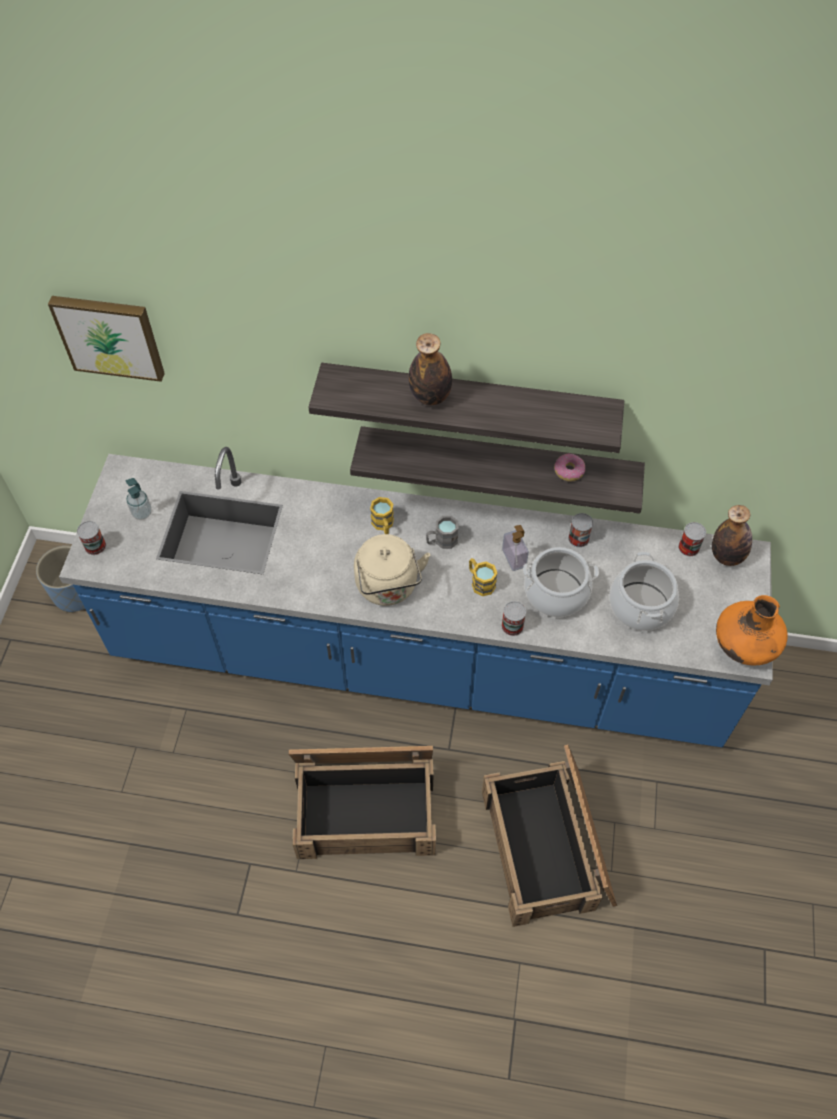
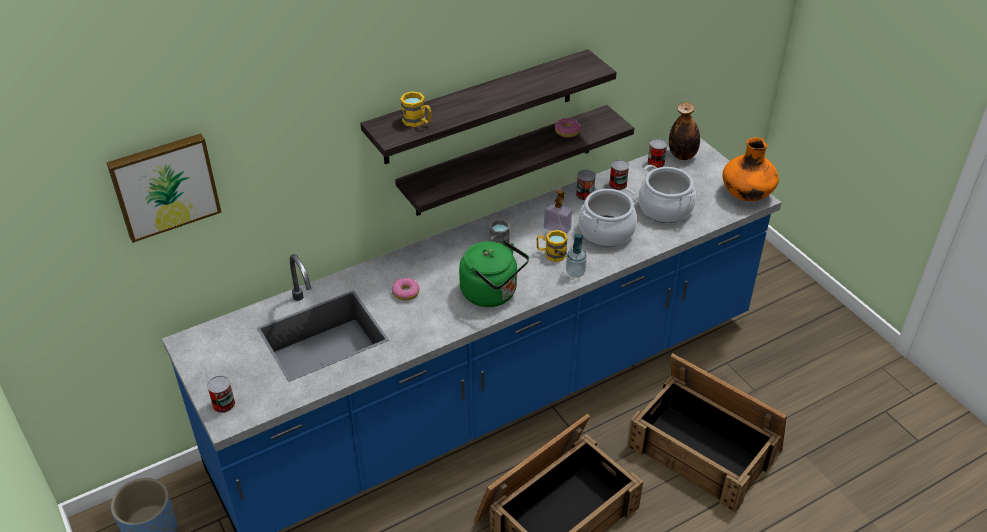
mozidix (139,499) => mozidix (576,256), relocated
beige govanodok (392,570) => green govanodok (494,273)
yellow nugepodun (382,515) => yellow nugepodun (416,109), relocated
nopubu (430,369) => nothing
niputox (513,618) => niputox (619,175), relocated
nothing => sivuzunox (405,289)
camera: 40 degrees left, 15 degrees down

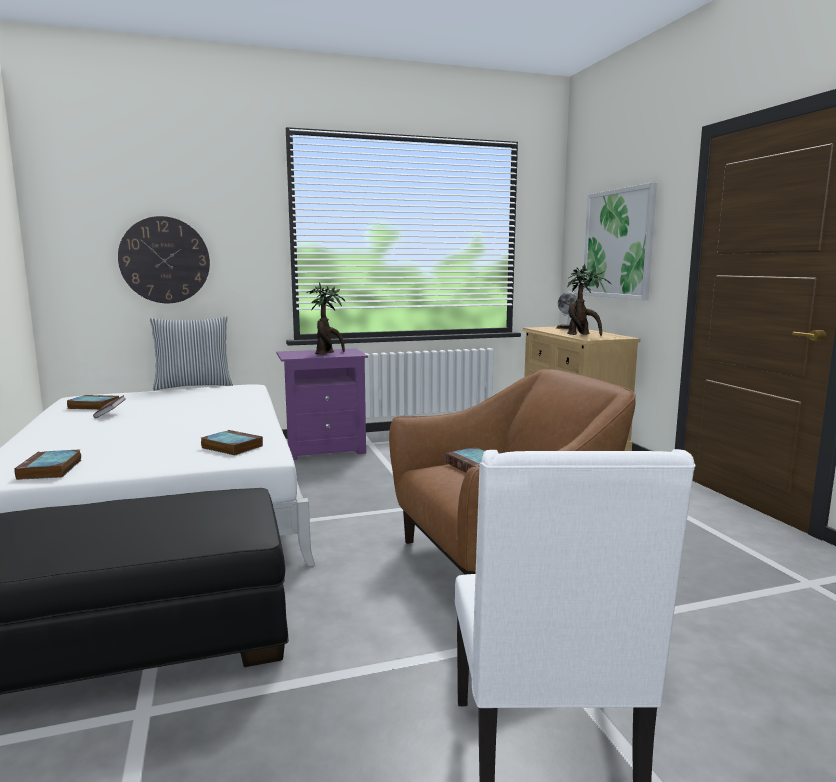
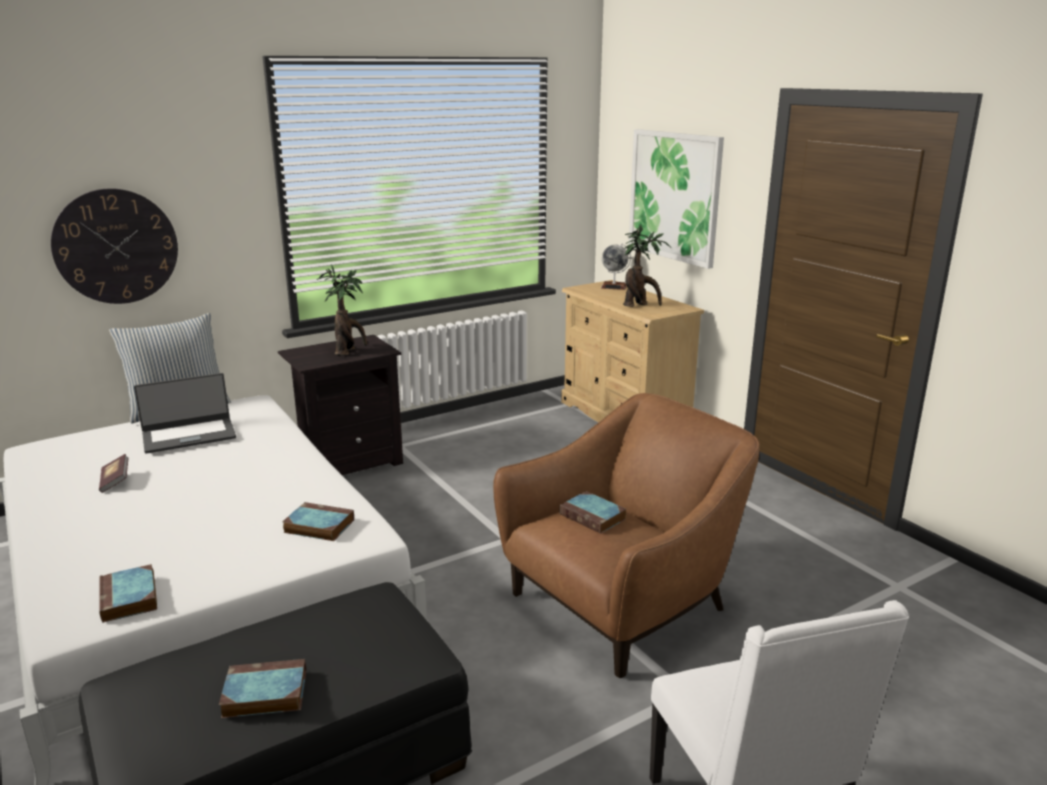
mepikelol (93,402) => mepikelol (262,688), relocated
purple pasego (322,404) => black pasego (340,405)
nothing => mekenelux (185,413)
camera: 15 degrees left, 10 degrees up

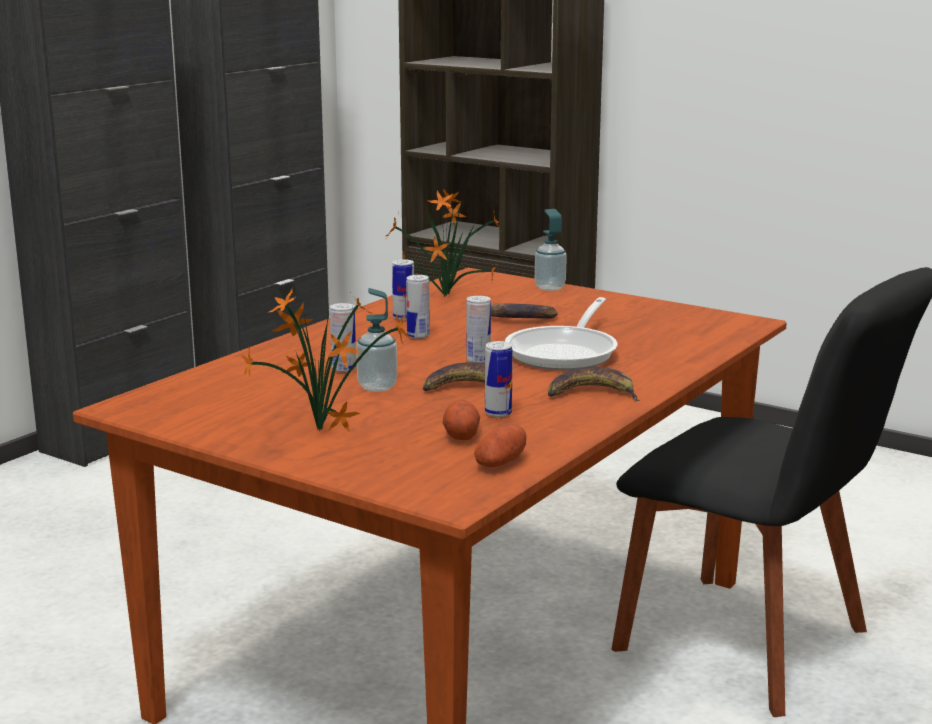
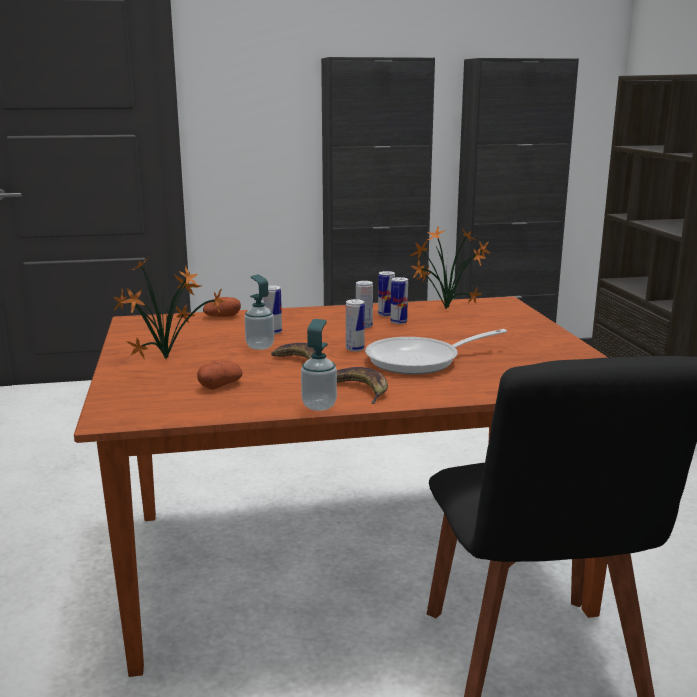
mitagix (500,445) => mitagix (222,307), relocated
niputox (499,379) => niputox (399,300), relocated
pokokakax (524,311) => nothing
mozidix (551,250) => mozidix (319,365), relocated
camera: 45 degrees right, 0 degrees up

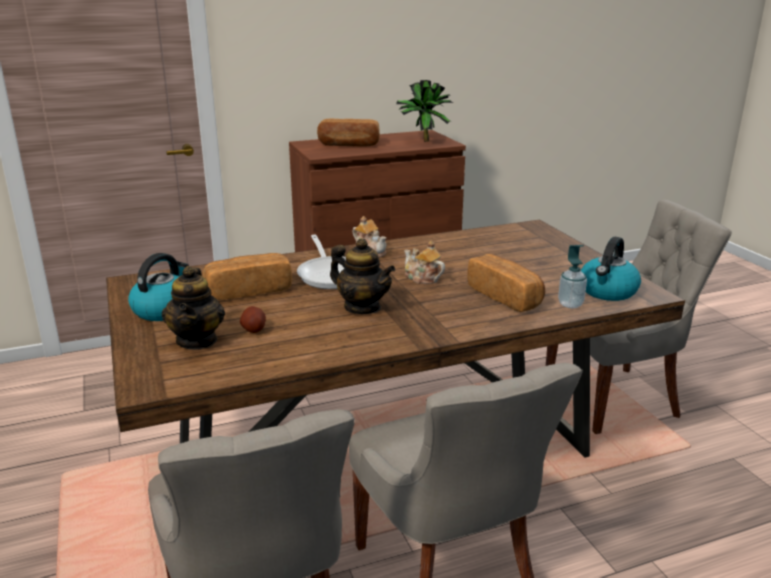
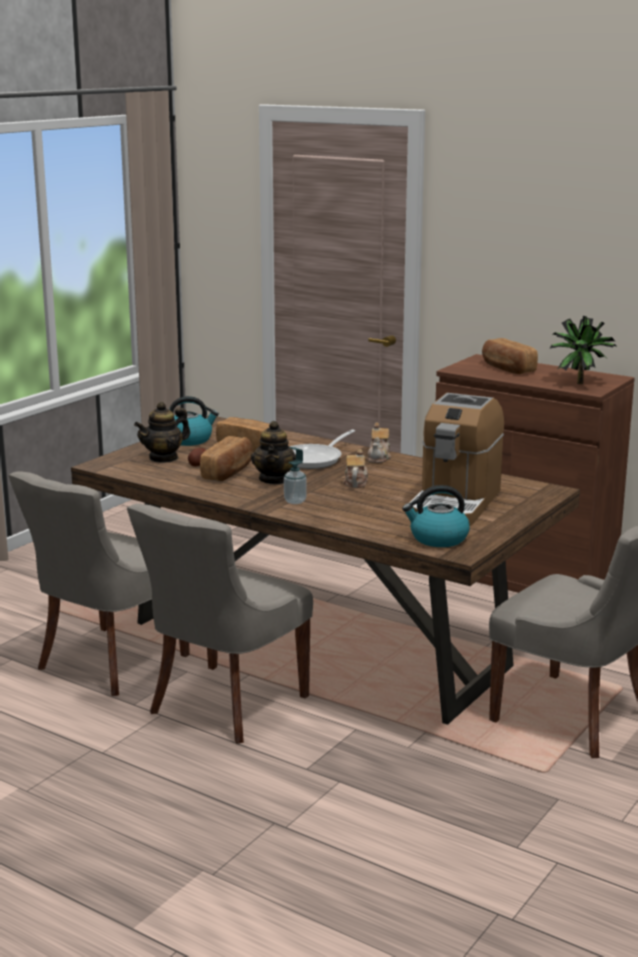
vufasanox (506,283) => vufasanox (226,458), relocated
mozidix (572,276) => mozidix (295,475), relocated
nothing => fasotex (456,459)
camera: 55 degrees right, 5 degrees down

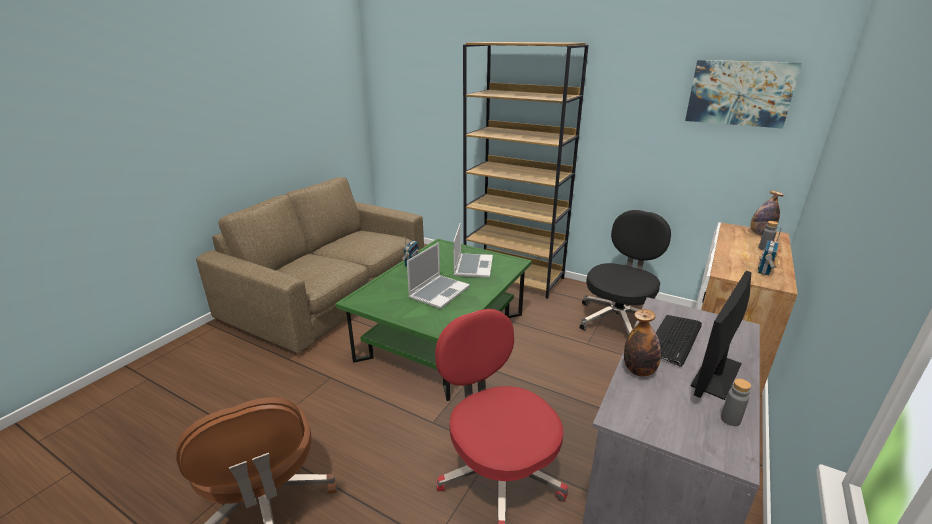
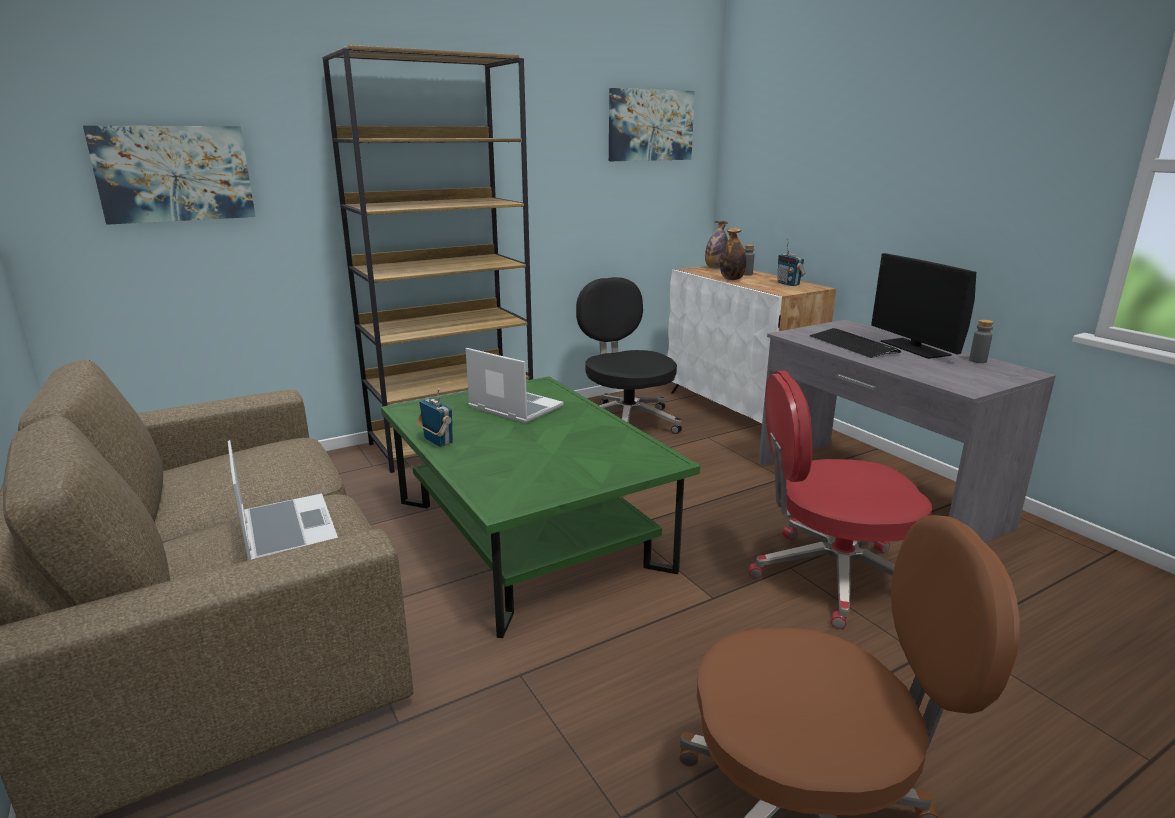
mekenelux (438,275) => mekenelux (283,500), relocated
nopubu (642,343) => nopubu (733,254), relocated
nothing => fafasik (169,175)
camera: 60 degrees left, 5 degrees down

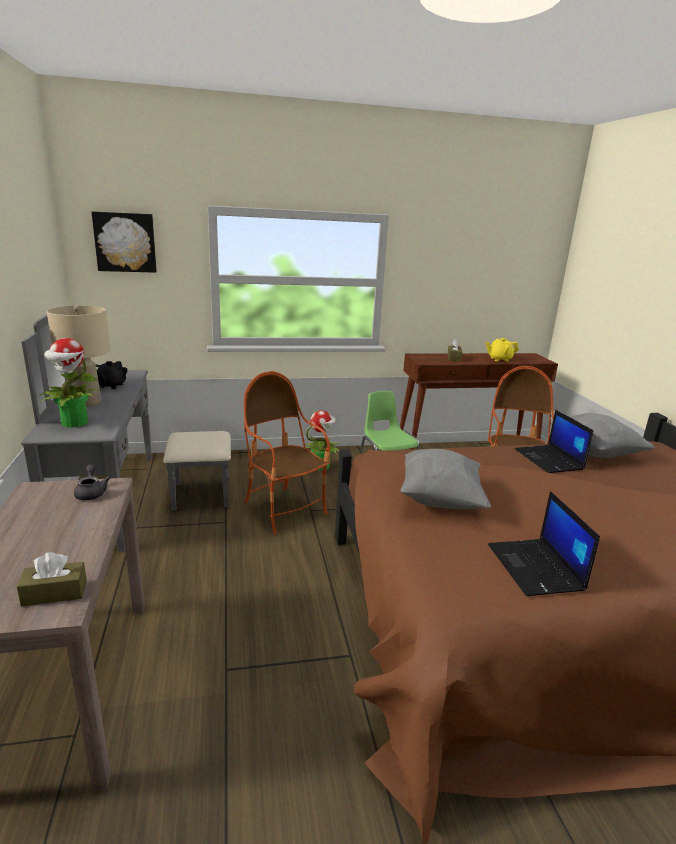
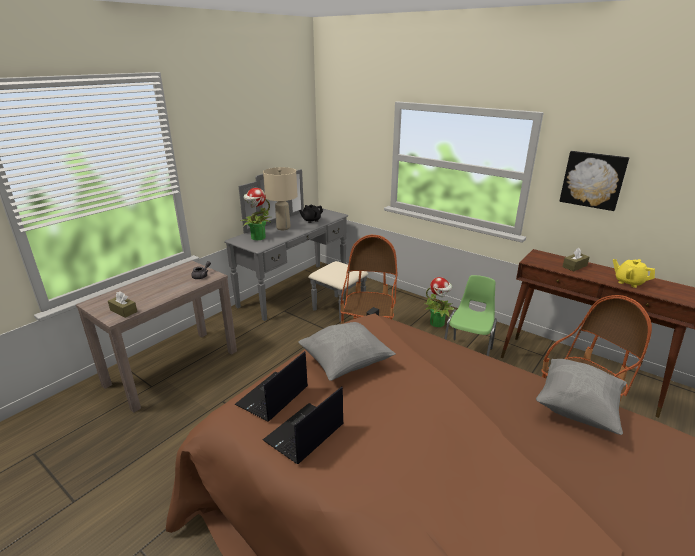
fafasik (124,242) => fafasik (594,181), relocated
mekenelux (554,441) => mekenelux (271,386), relocated
camera: 50 degrees right, 5 degrees up

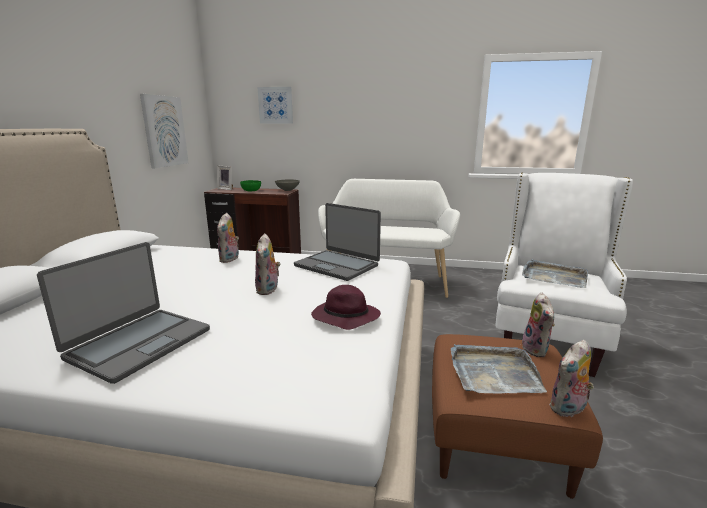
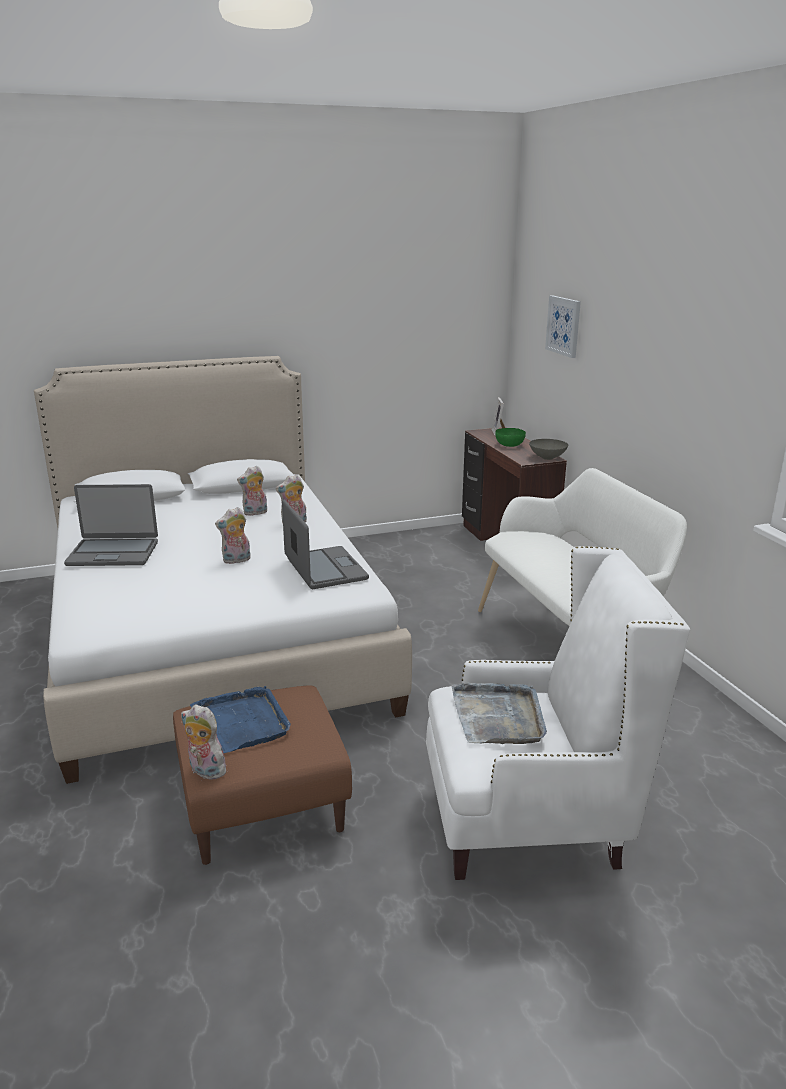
fafasik (164,131) => nothing
mekenelux (337,242) => mekenelux (325,544), 150 degrees clockwise
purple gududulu (346,307) => nothing
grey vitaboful (499,369) => blue vitaboful (240,719)
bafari (538,325) => bafari (252,490), relocated
camera: 60 degrees right, 5 degrees up

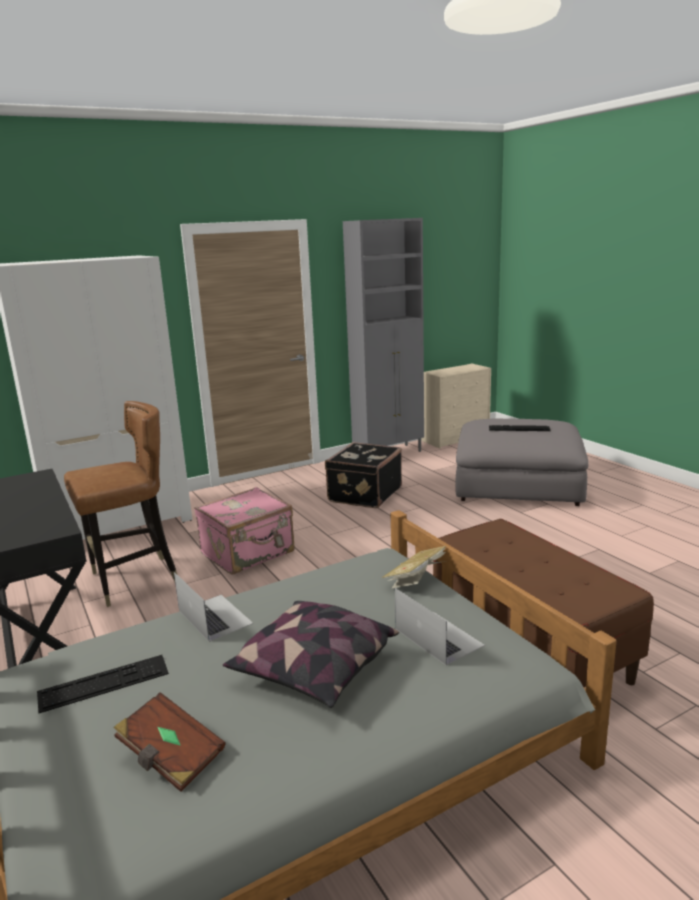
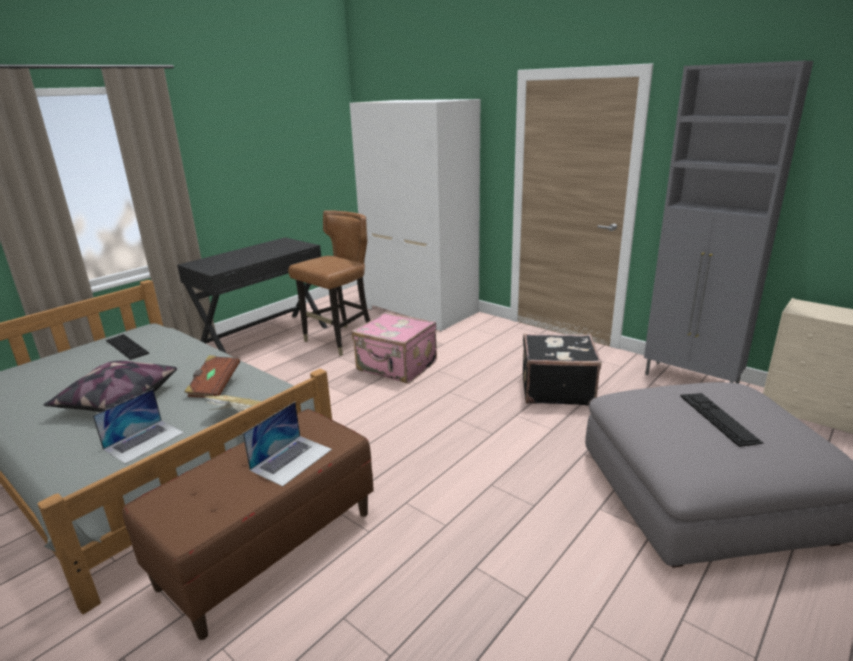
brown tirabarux (120,504) => brown tirabarux (329,283), 90 degrees counterclockwise
brown mepikelol (169,742) => brown mepikelol (212,376), relocated
mekenelux (213,607) => mekenelux (287,444), relocated
camera: 70 degrees right, 5 degrees up

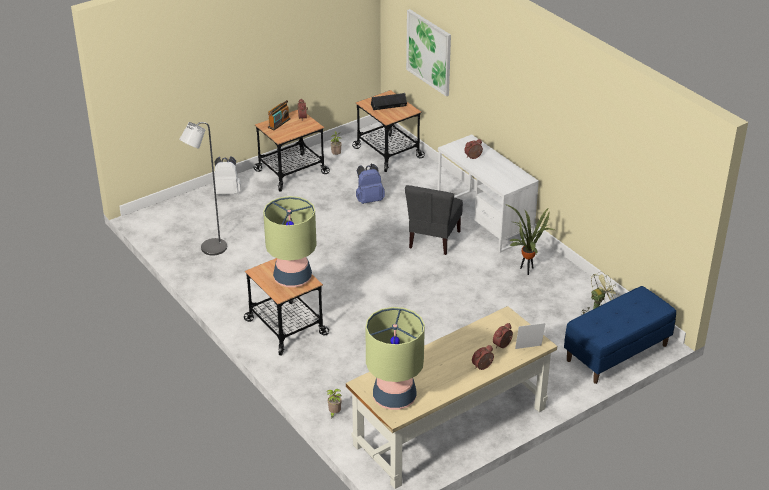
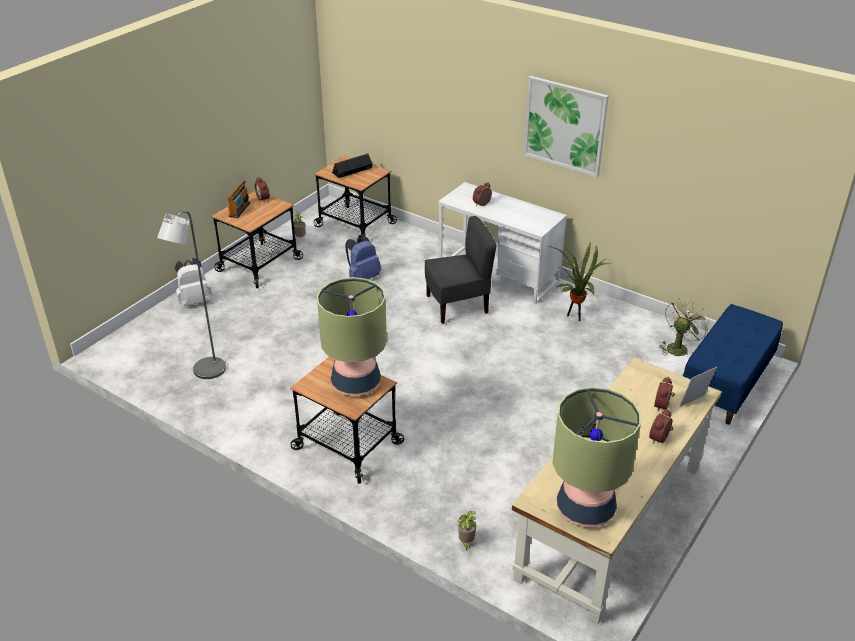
grey tirabarux (434,220) => grey tirabarux (461,270), 105 degrees counterclockwise
fafasik (428,52) => fafasik (566,126), relocated
camera: 20 degrees left, 0 degrees up

